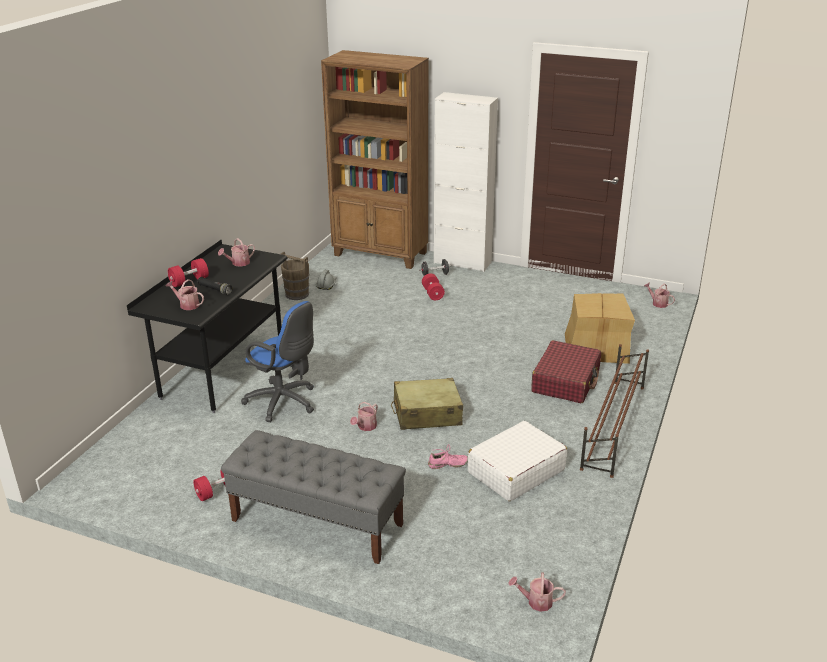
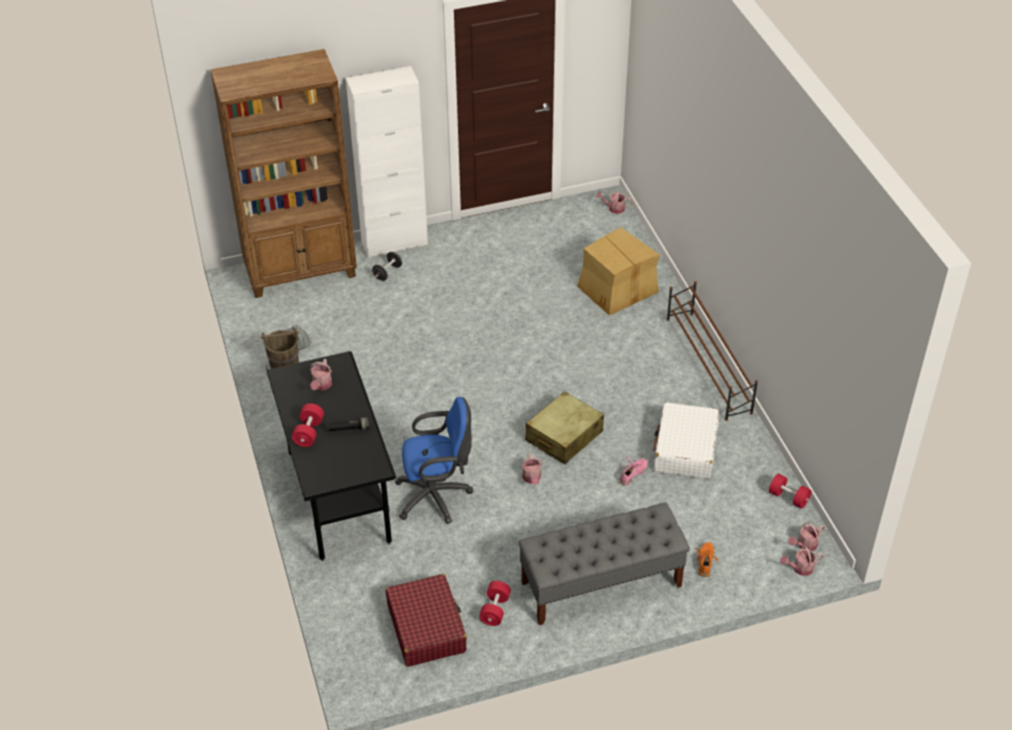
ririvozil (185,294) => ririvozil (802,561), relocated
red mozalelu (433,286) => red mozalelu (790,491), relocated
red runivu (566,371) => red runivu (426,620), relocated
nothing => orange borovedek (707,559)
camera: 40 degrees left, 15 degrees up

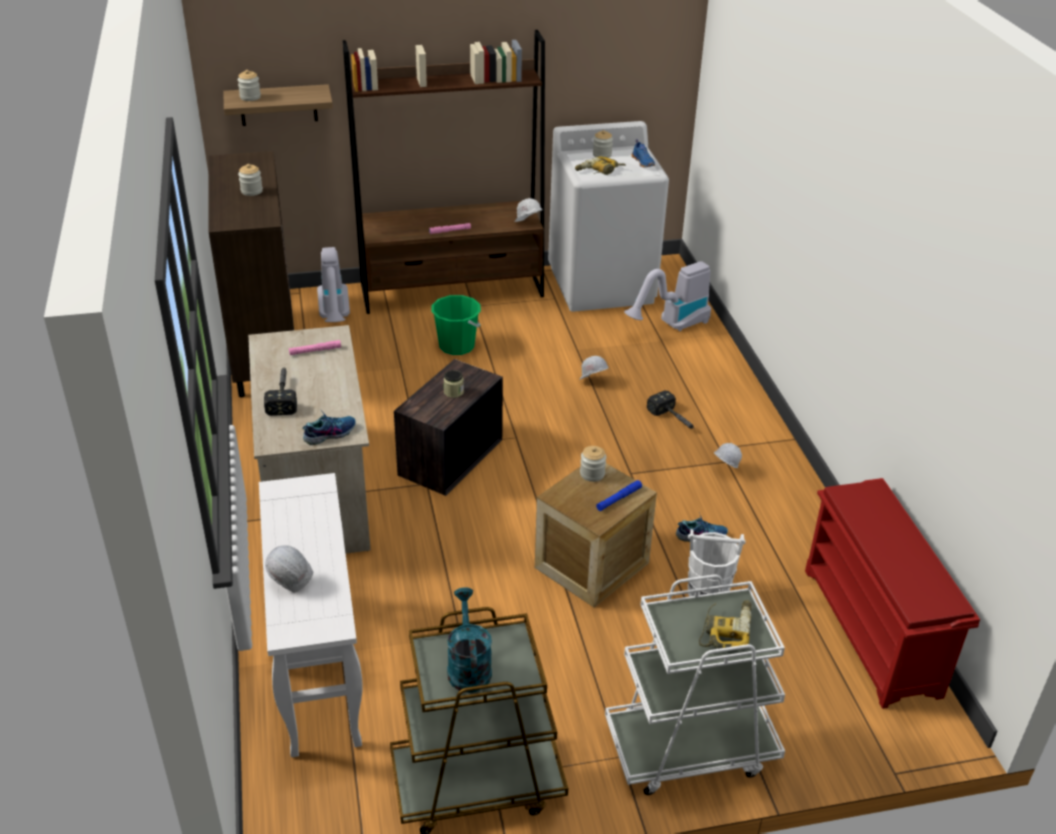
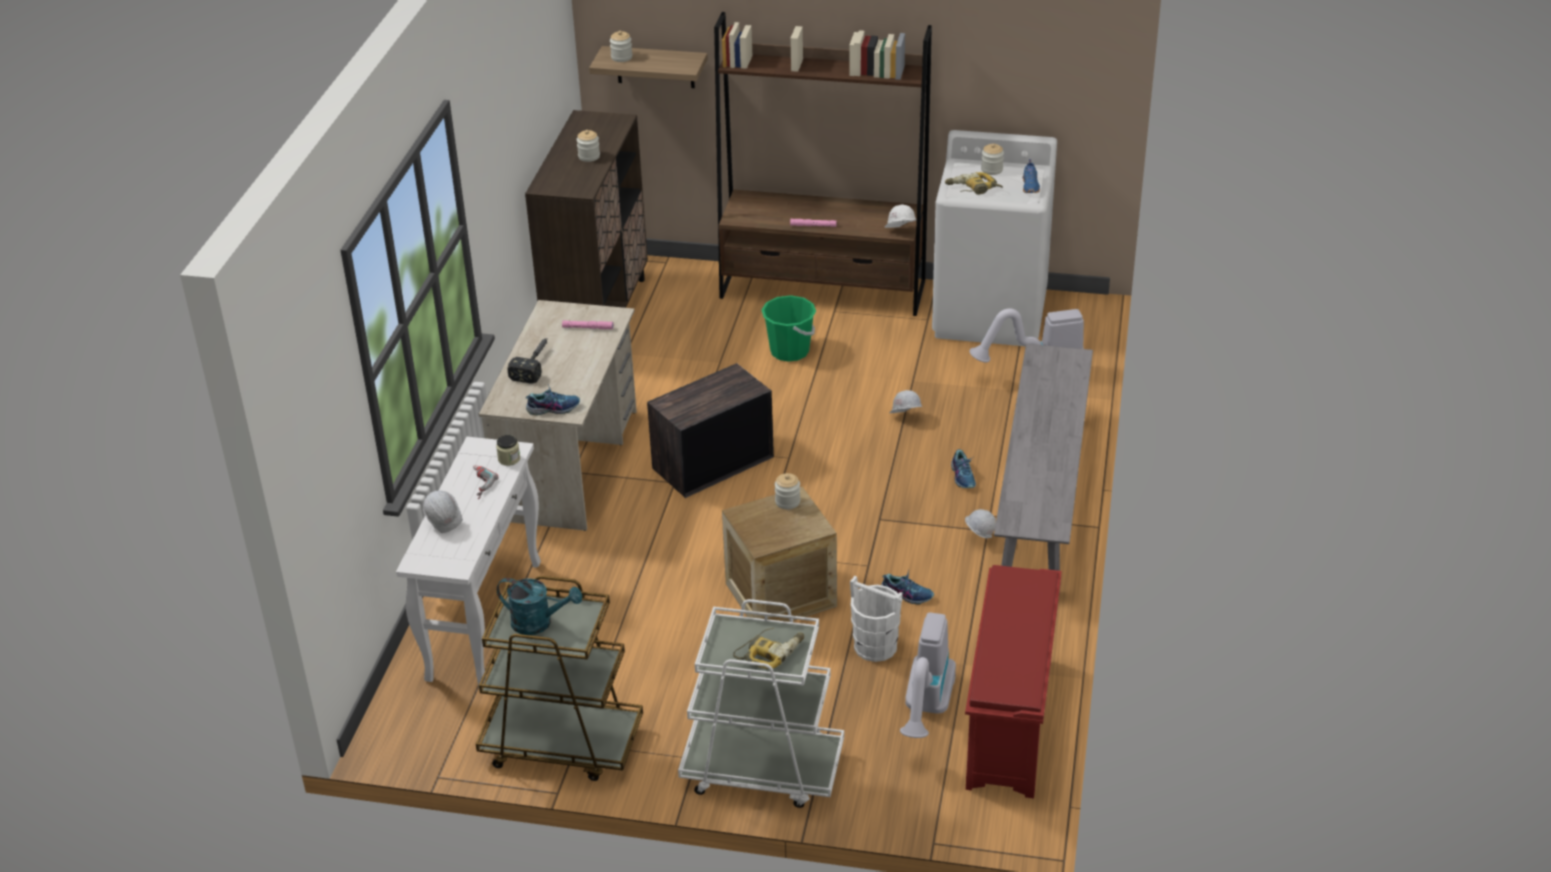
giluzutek (333,284) => giluzutek (928,675), relocated
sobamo (454,384) => sobamo (508,450), relocated
turquoise ririvozil (469,640) => turquoise ririvozil (539,606), 90 degrees clockwise
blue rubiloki (619,495) => nothing
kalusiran (671,409) => borovedek (963,468)
nothing => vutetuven (486,482)
nothing => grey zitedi (1043,468)
camera: 25 degrees right, 0 degrees up

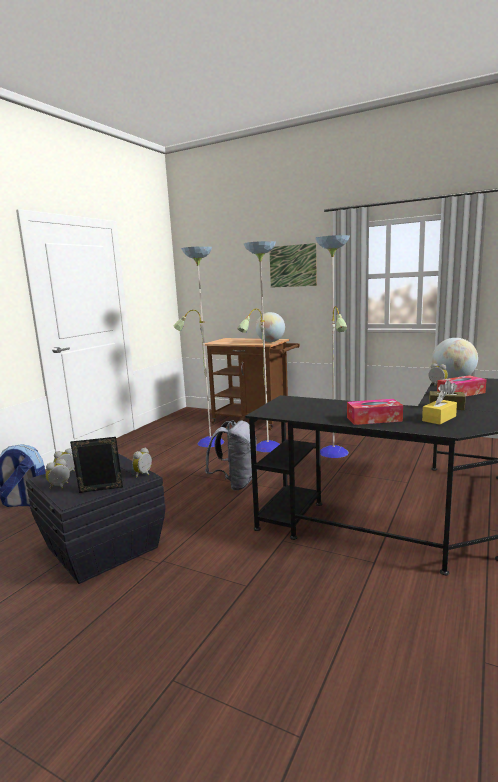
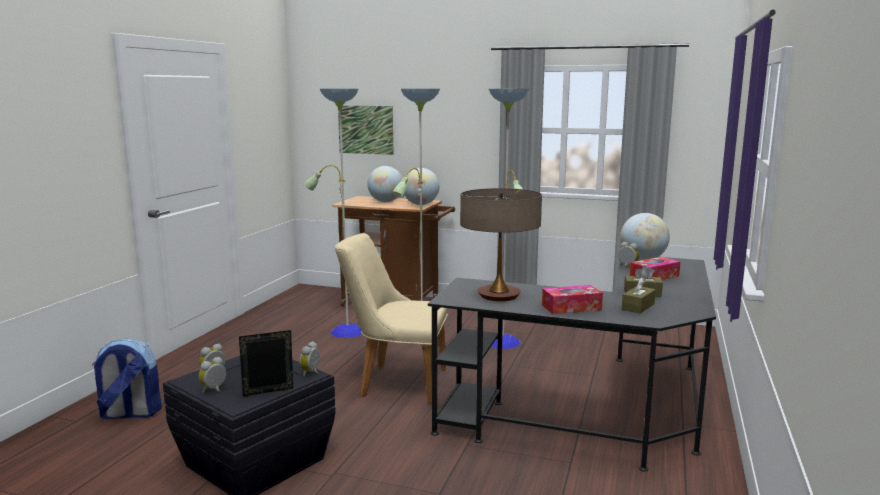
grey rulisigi (231,455) => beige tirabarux (391,318)
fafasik (293,265) => fafasik (366,130), relocated
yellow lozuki (439,407) => brown lozuki (639,295)
nothing => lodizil (385,184)
nothing => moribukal (501,244)
camera: 10 degrees left, 0 degrees up

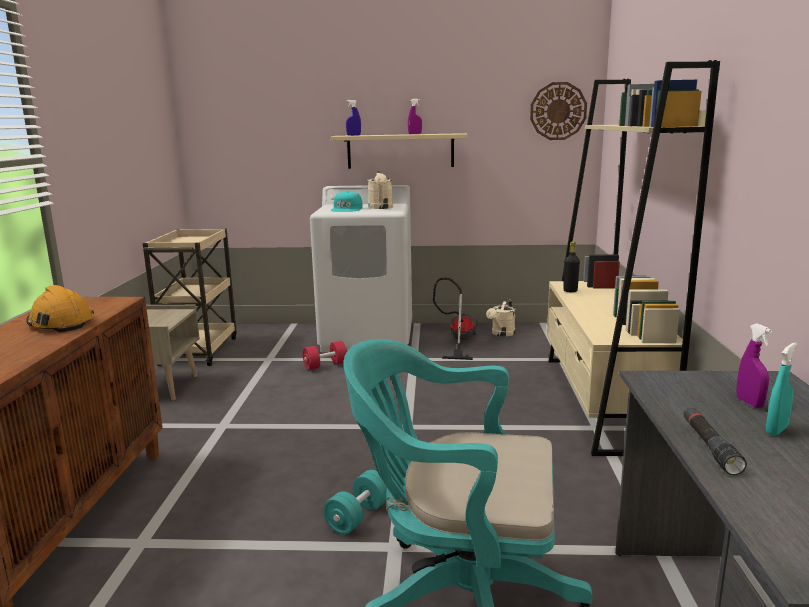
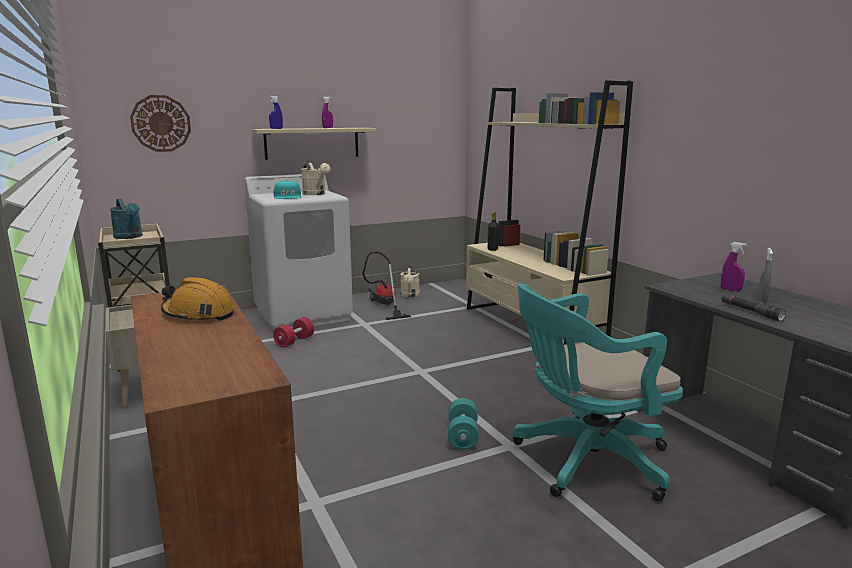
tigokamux (558,111) => tigokamux (160,123), relocated
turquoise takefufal (781,389) => grey takefufal (765,275)
nothing => turquoise ririvozil (126,219)
camera: 30 degrees left, 0 degrees up

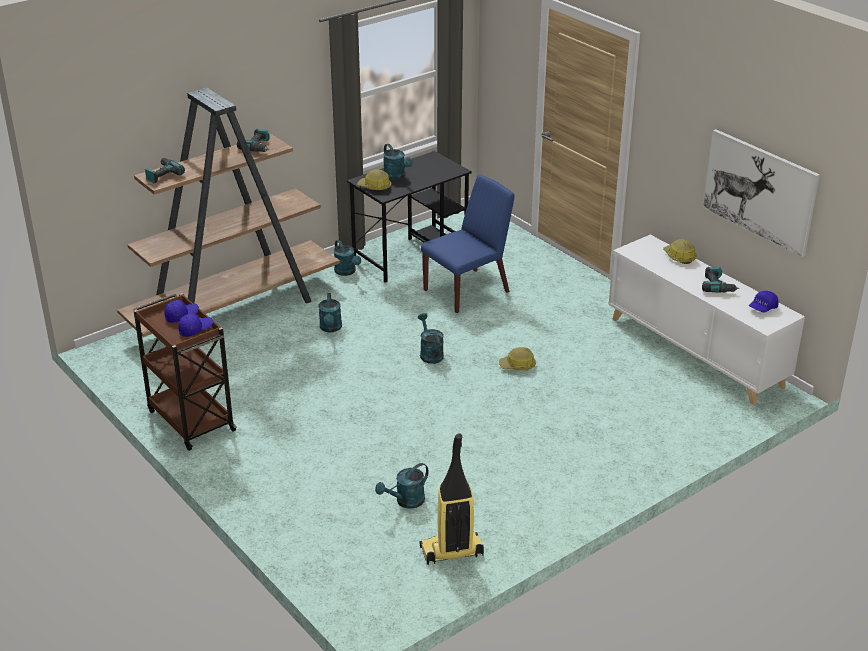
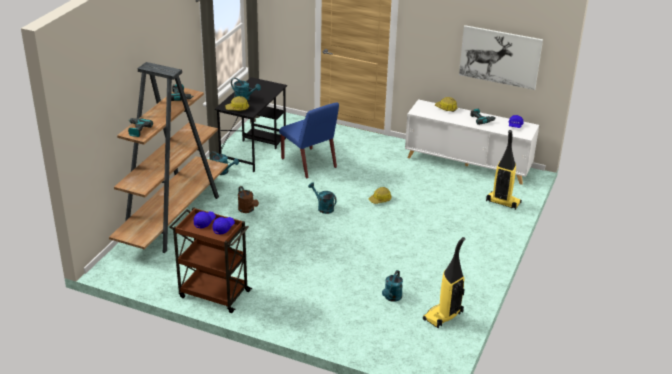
turquoise ririvozil (330,312) => brown ririvozil (248,199)
blue tirabarux (468,244) => blue tirabarux (309,140), 120 degrees clockwise
nothing => giluzutek (504,170)
camera: 30 degrees left, 0 degrees up

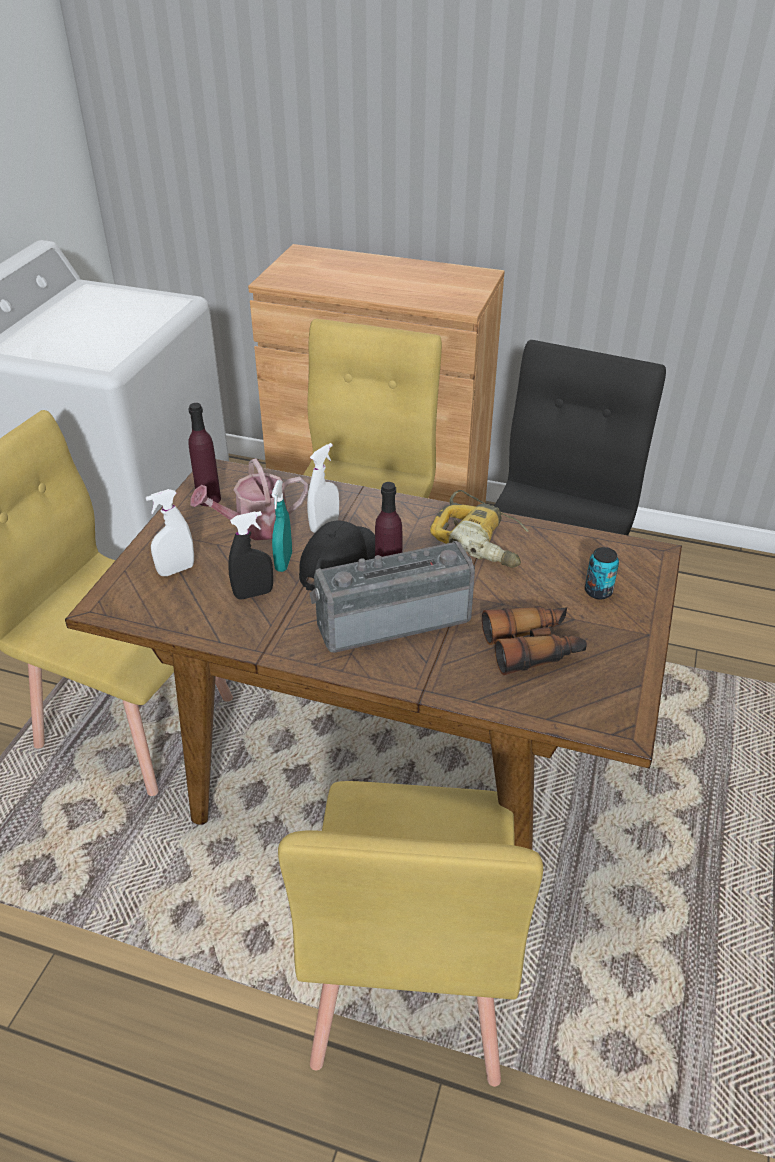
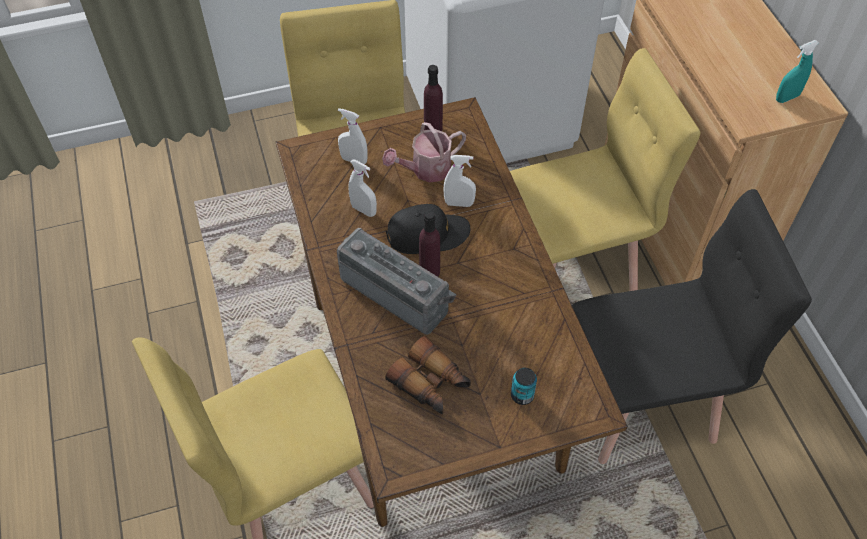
ririvozil (249,499) => ririvozil (424,152), 60 degrees counterclockwise
black takefufal (250,555) => white takefufal (362,188)
turquoise takefufal (282,526) => turquoise takefufal (797,71), relocated
vutetuven (479,529) => nothing
camera: 55 degrees right, 15 degrees up

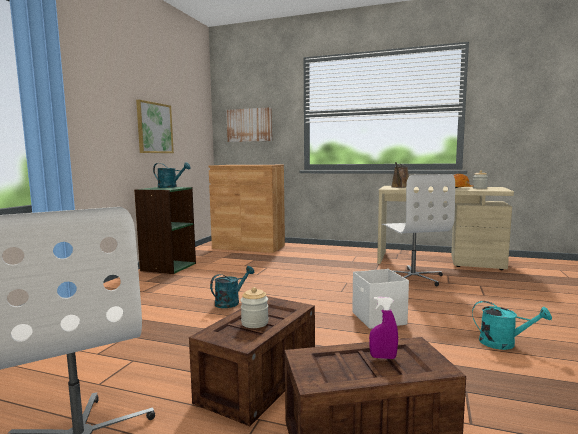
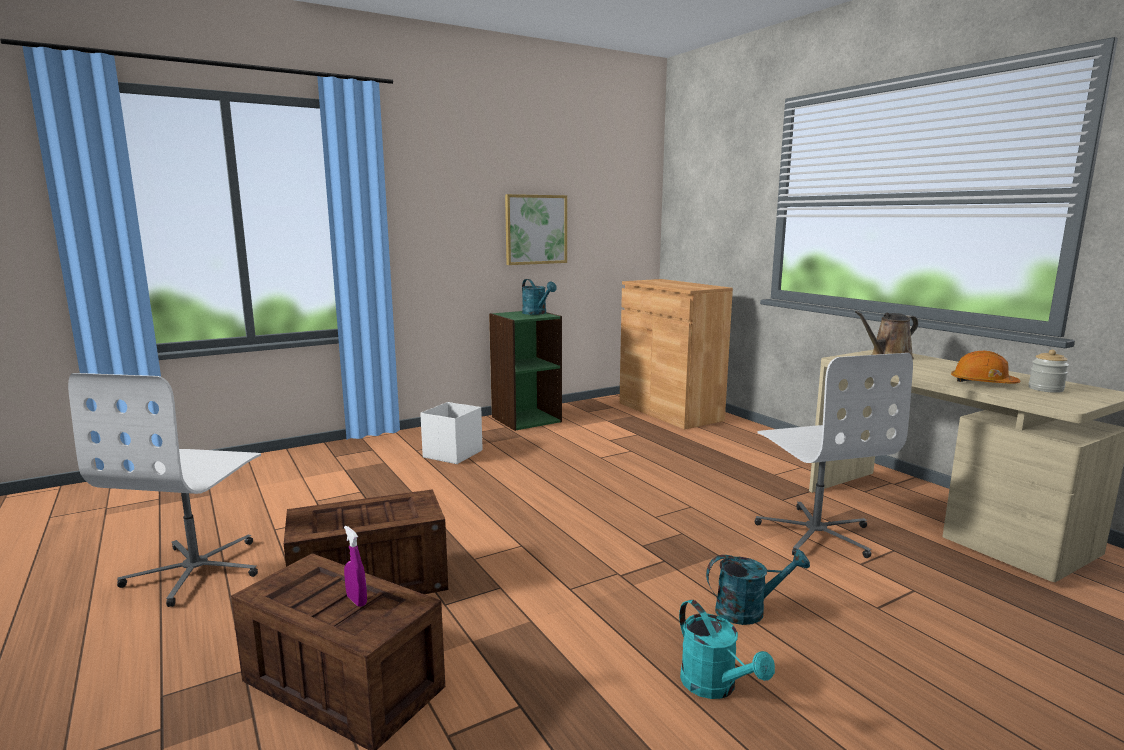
turquoise ririvozil (232,287) => turquoise ririvozil (758,587), relocated
fafasik (249,124) => nothing
sobamo (255,307) => nothing
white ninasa (380,299) => white ninasa (451,433), relocated
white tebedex (418,230) => white tebedex (834,455), 45 degrees counterclockwise
camera: 40 degrees right, 5 degrees up

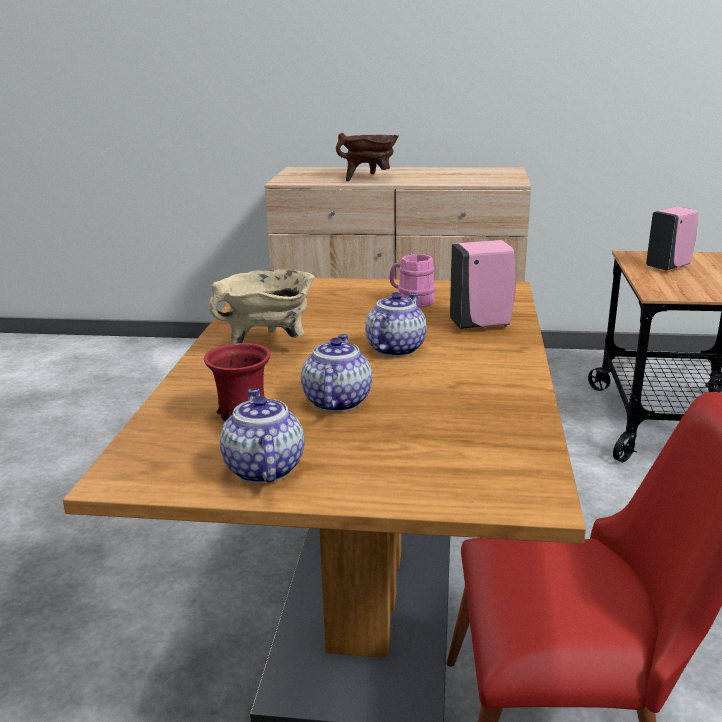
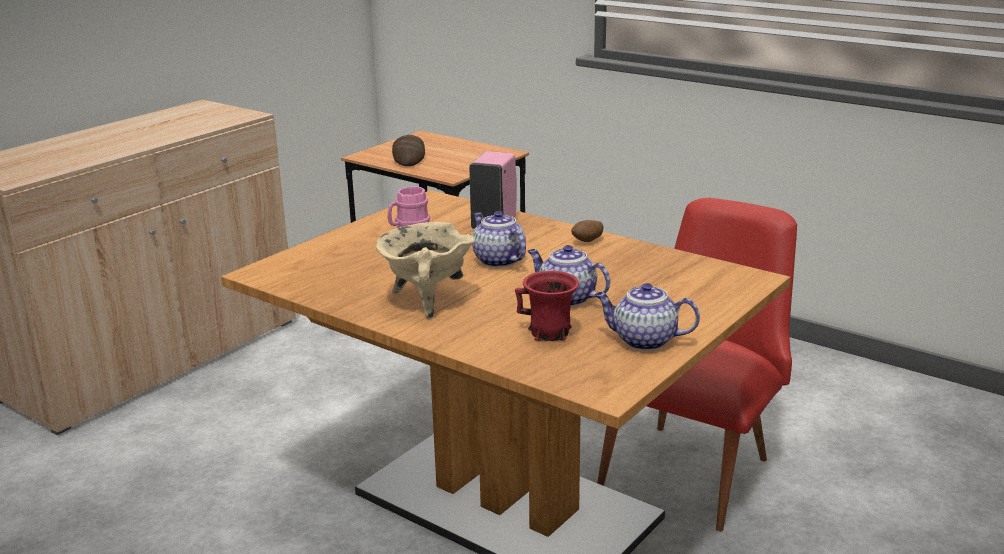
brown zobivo (367,157) => nothing
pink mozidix (672,238) => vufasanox (408,150)
nothing => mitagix (587,231)
camera: 60 degrees left, 0 degrees up

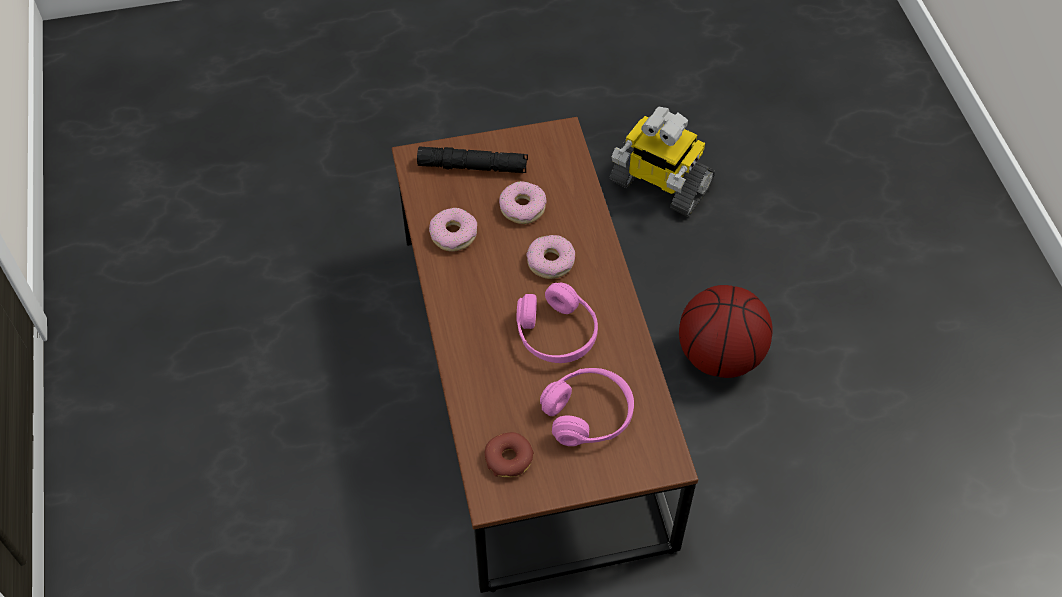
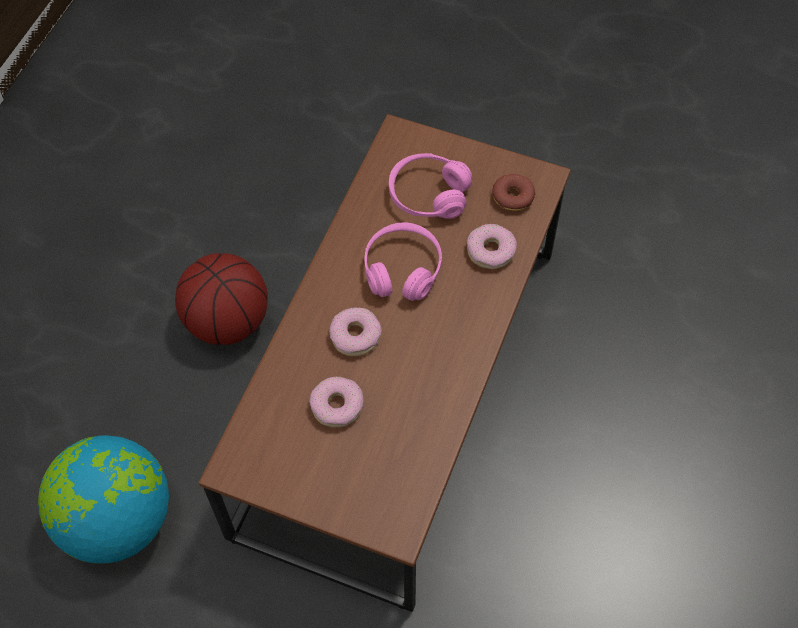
black rubiloki (472,159) => nothing
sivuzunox (453,230) => sivuzunox (492,246), relocated
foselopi (662,162) => lodizil (103,499)
camera: 145 degrees left, 5 degrees up

